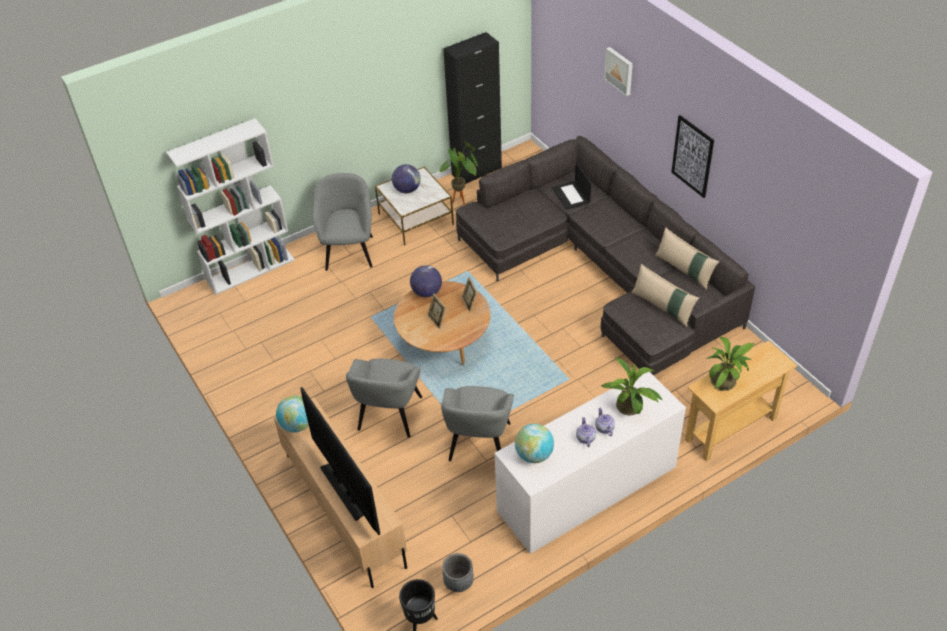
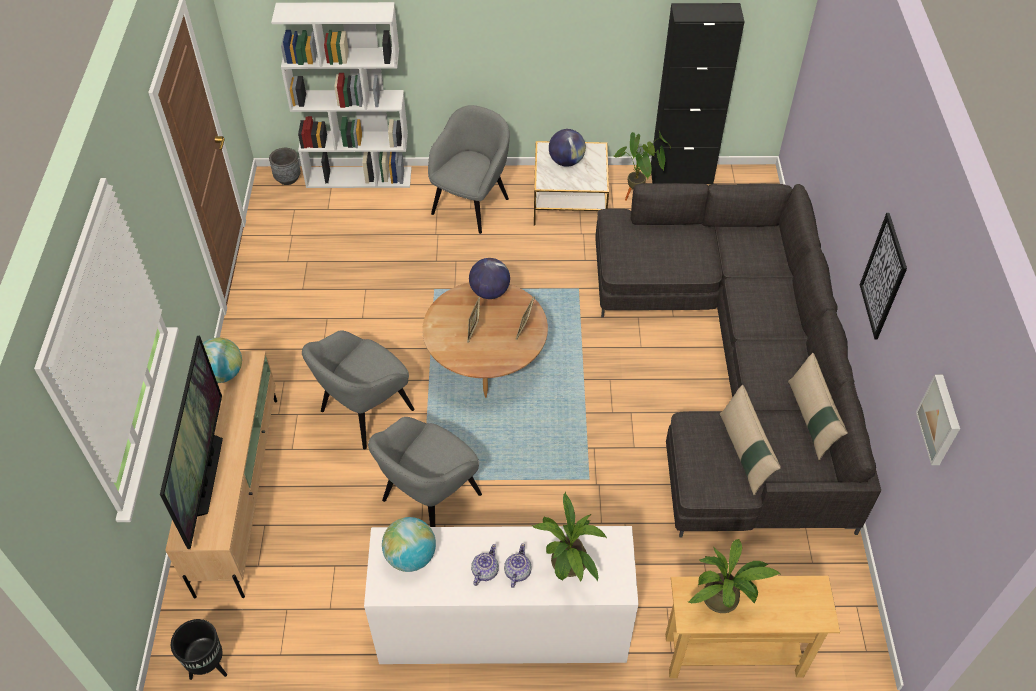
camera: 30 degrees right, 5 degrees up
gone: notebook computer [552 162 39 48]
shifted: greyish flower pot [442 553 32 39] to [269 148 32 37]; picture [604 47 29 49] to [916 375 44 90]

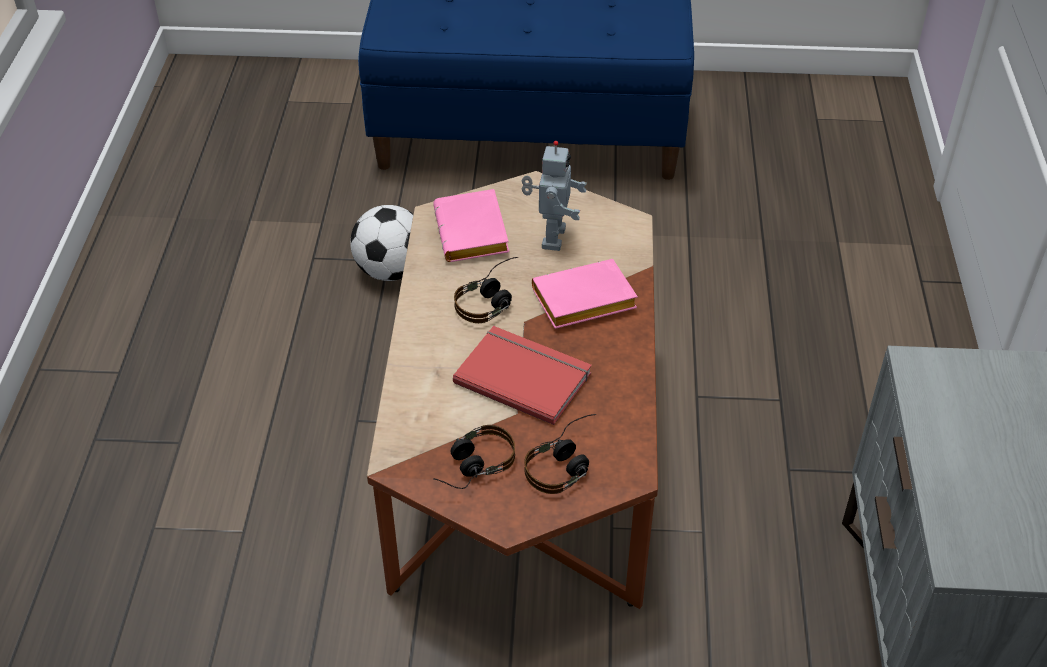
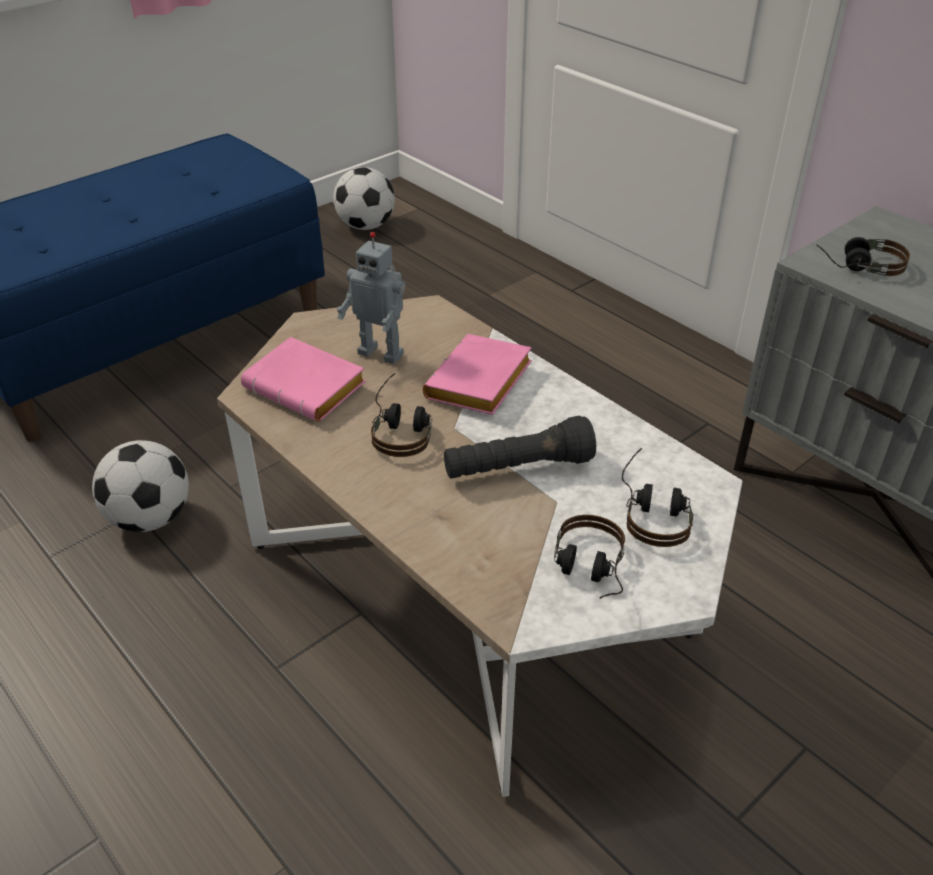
camera: 45 degrees left, 5 degrees down
new: football ball [333 167 62 63]; headset [816 237 94 39]
swapped: reddish volume [453 326 139 99] to blackish torch [444 415 152 64]
repainted: brownish lounge table [367 171 291 438] to white lounge table [217 295 526 502]
rotated: model robot [522 141 65 110] = [337 232 69 132] 150 degrees clockwise

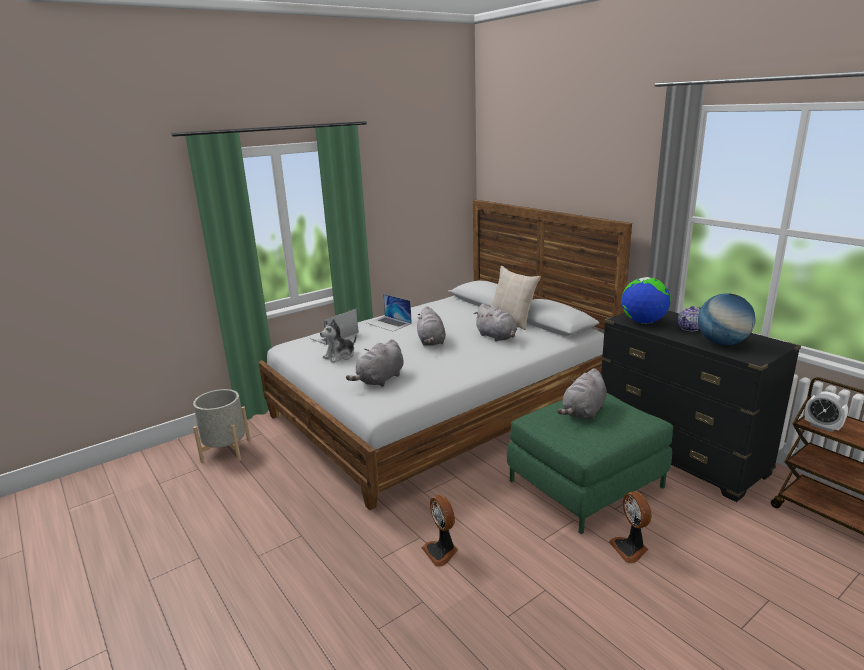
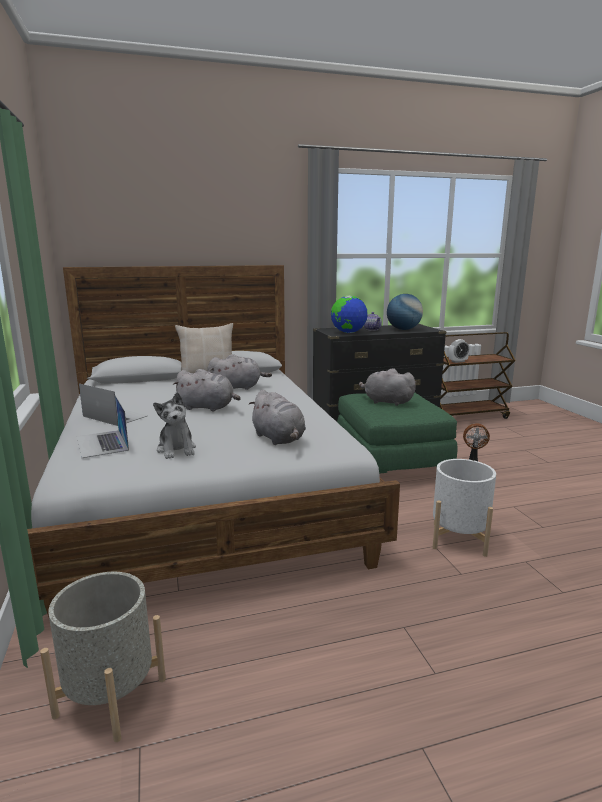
camera: 70 degrees left, 5 degrees down
swapped: electric fan [421 495 37 72] to white flower pot [433 459 63 98]
rotated: notebook computer [367 294 45 37] = [79 383 69 43] 120 degrees counterclockwise; greyish plush toy [557 368 50 52] = [359 368 57 38] 150 degrees clockwise

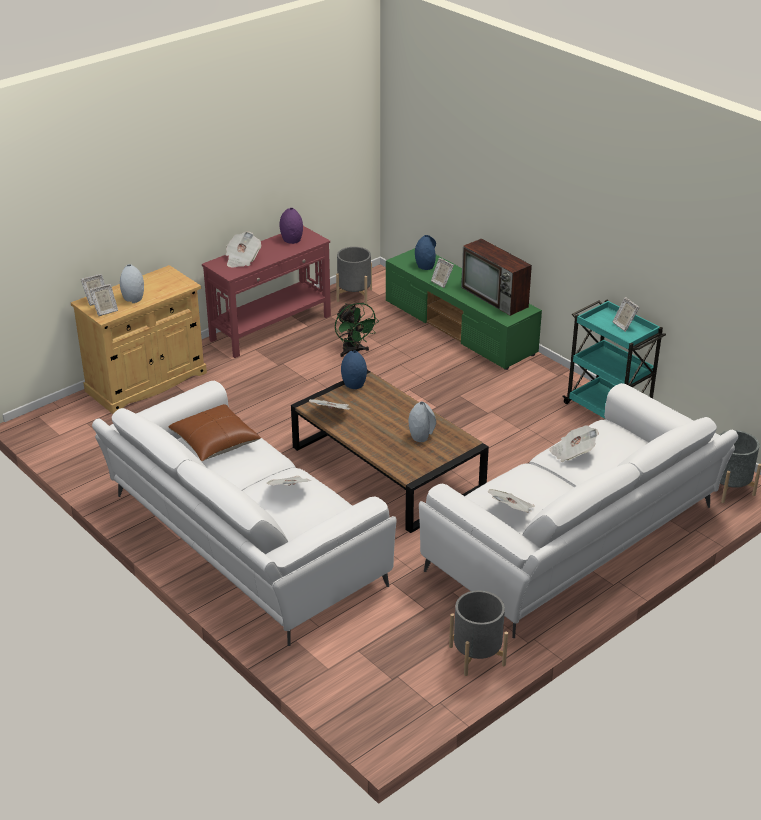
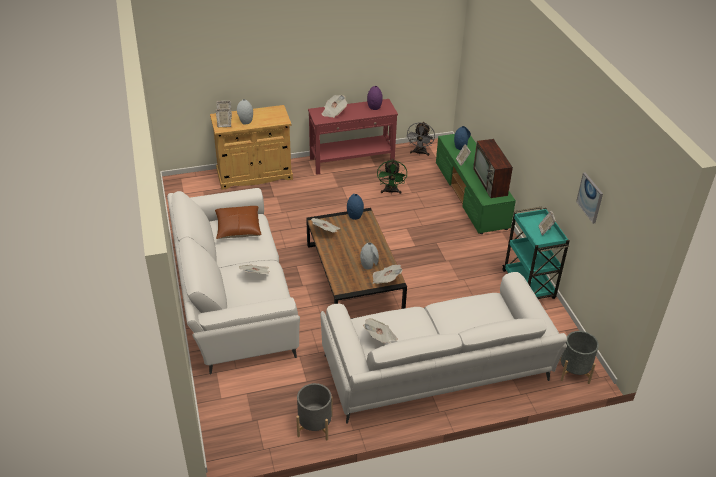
camera: 25 degrees right, 5 degrees up
new: picture [576 173 27 51]
shifted: printed paper [549 425 50 37] to [373 265 29 19]
swapped: greyish flower pot [336 247 36 57] to greyish electric fan [406 122 29 34]

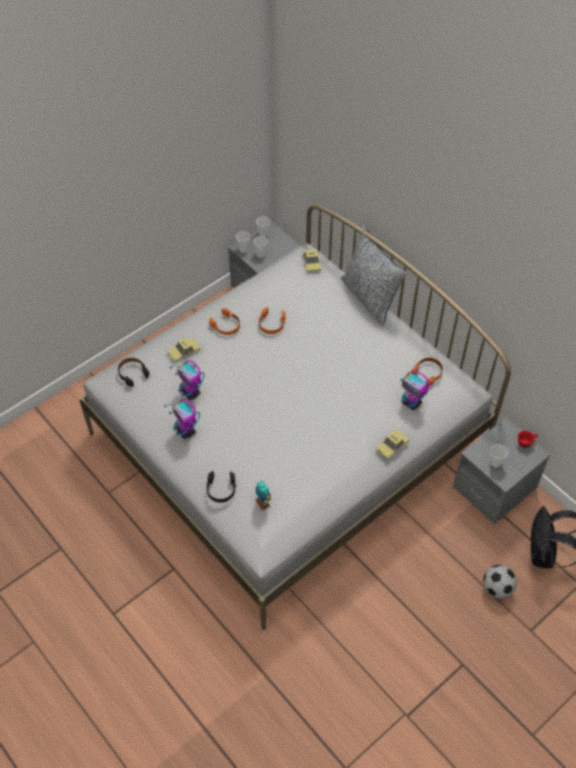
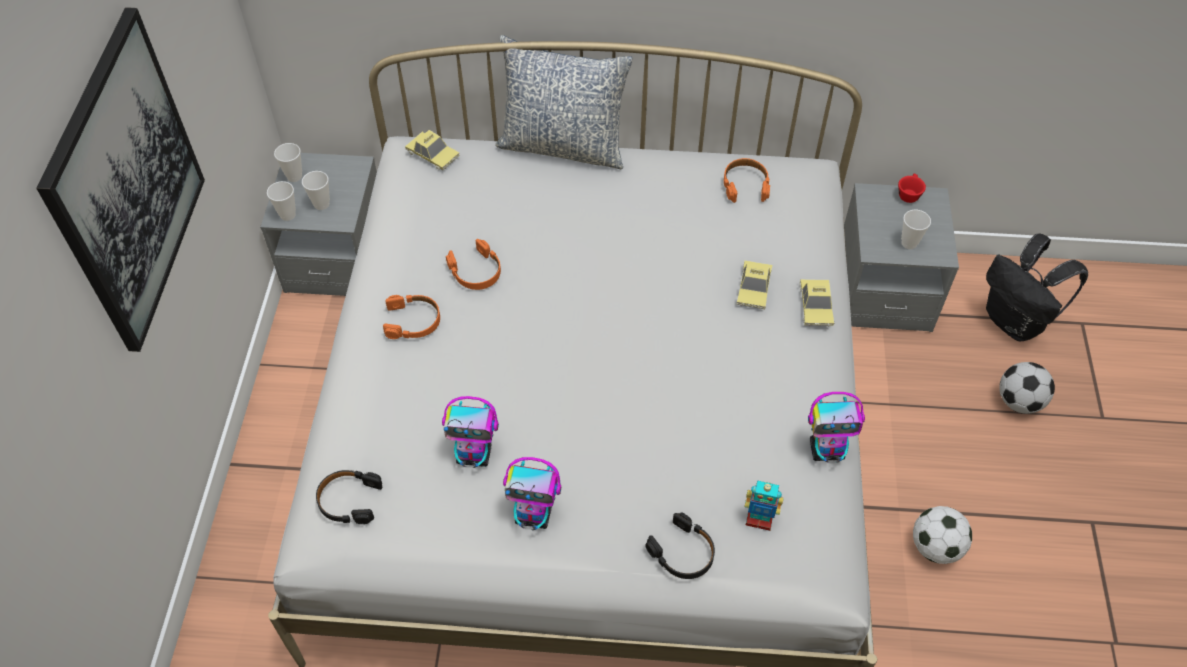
camera: 45 degrees left, 0 degrees up
new: picture [36 7 169 345]; football ball [913 506 59 58]
shifted: model car [167 338 33 24] to [737 260 35 49]; model robot [401 371 28 39] to [808 392 57 71]

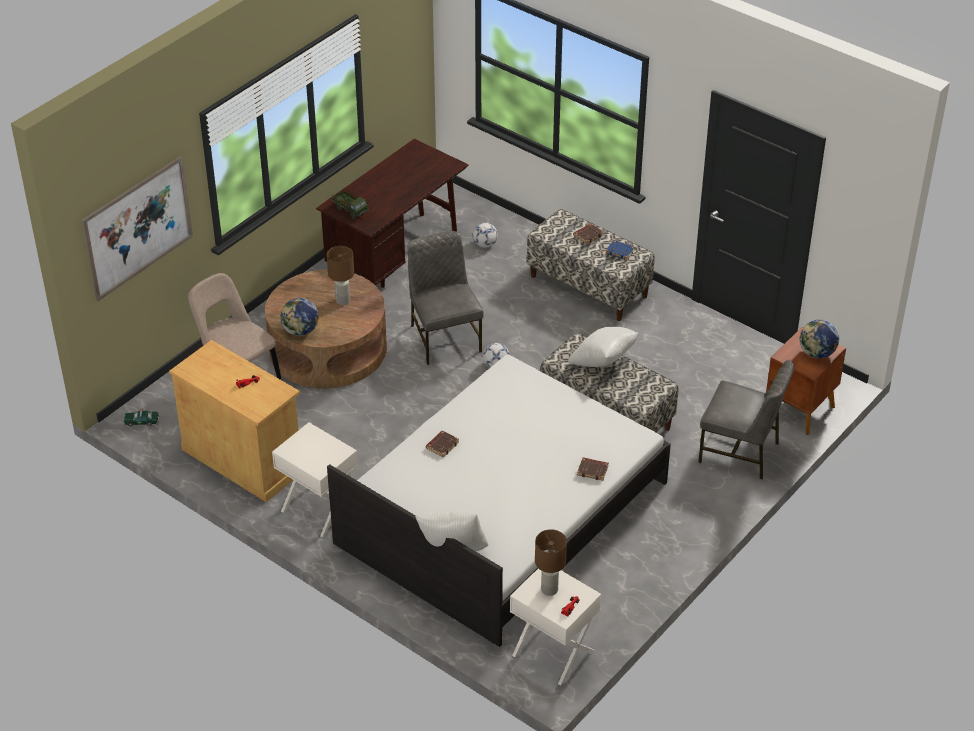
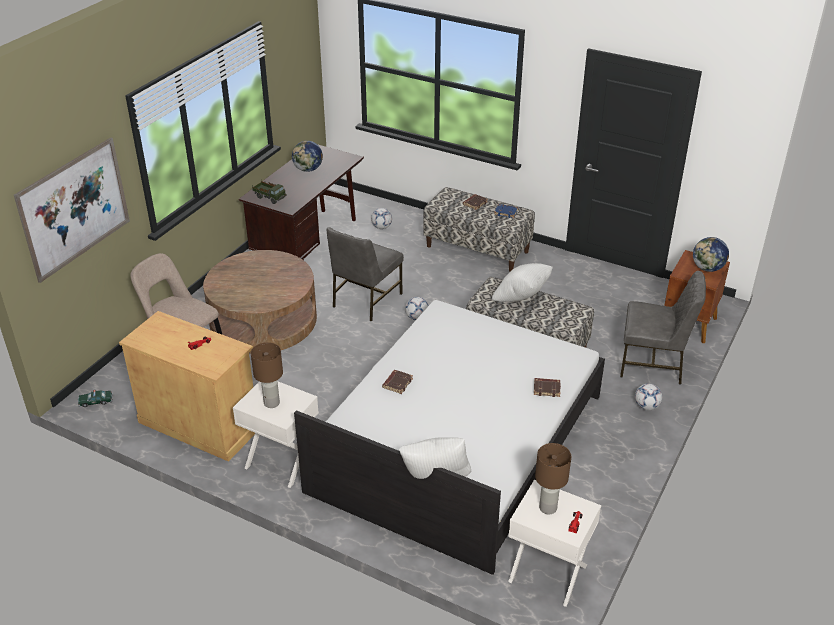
camera: 10 degrees left, 5 degrees down
new: football ball [635 383 27 27]
shifted: brownish table lamp [327 246 27 59] to [251 342 32 66]; world globe [281 298 37 38] to [292 141 31 31]
rotated: greyish upright chair [408 231 76 134] = [327 227 77 94] 120 degrees counterclockwise

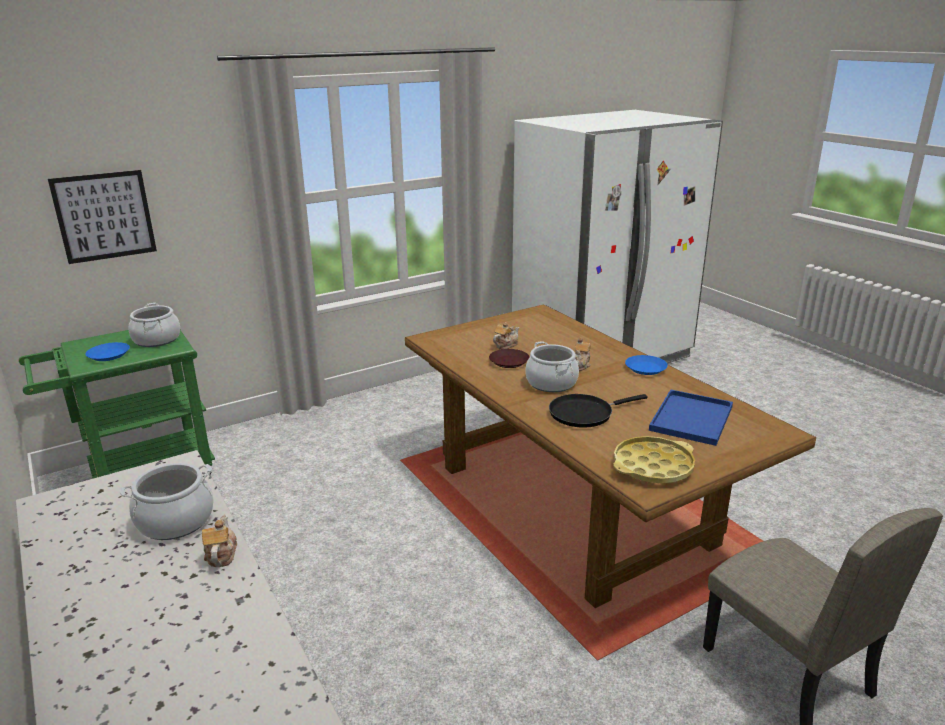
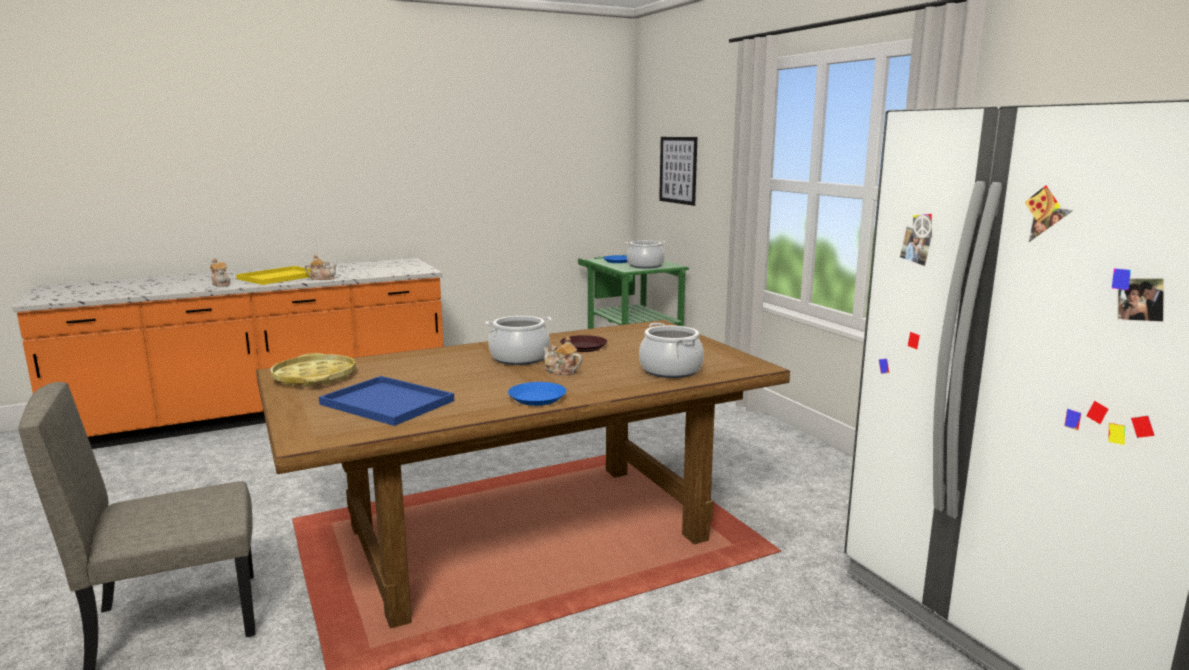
camera: 95 degrees right, 10 degrees down
gone: blackish frying pan [549 394 99 33]
new: yellow-coloured carrying tray [236 266 75 19]
shifted: teapot [493 322 26 27] to [210 258 21 29]; saucepot [120 463 94 77] to [639 323 65 55]

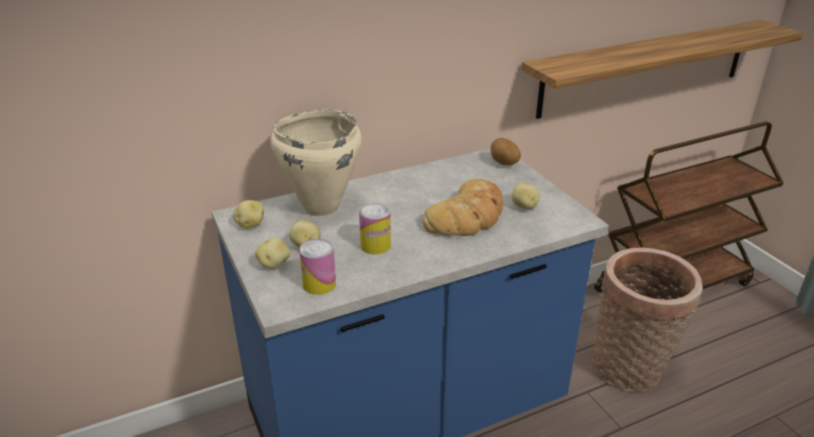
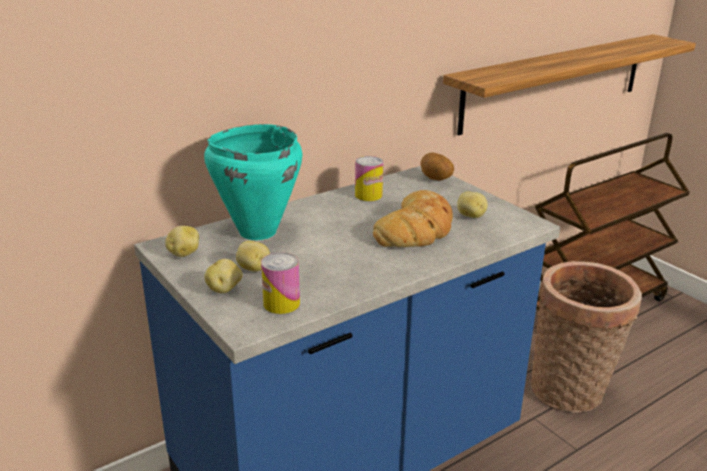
camera: 10 degrees left, 5 degrees down
shifted: metal can [359 203 32 51] to [355 156 28 45]
repainted: sand-coloured saucepot [271 110 91 107] to turquoise saucepot [204 124 98 116]

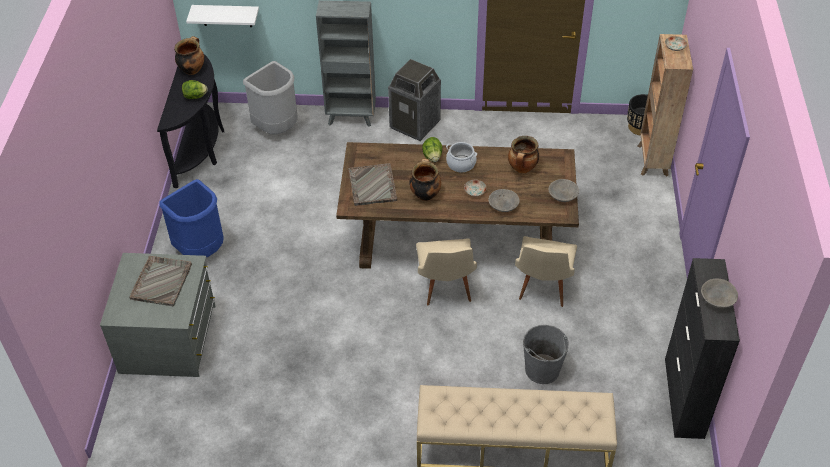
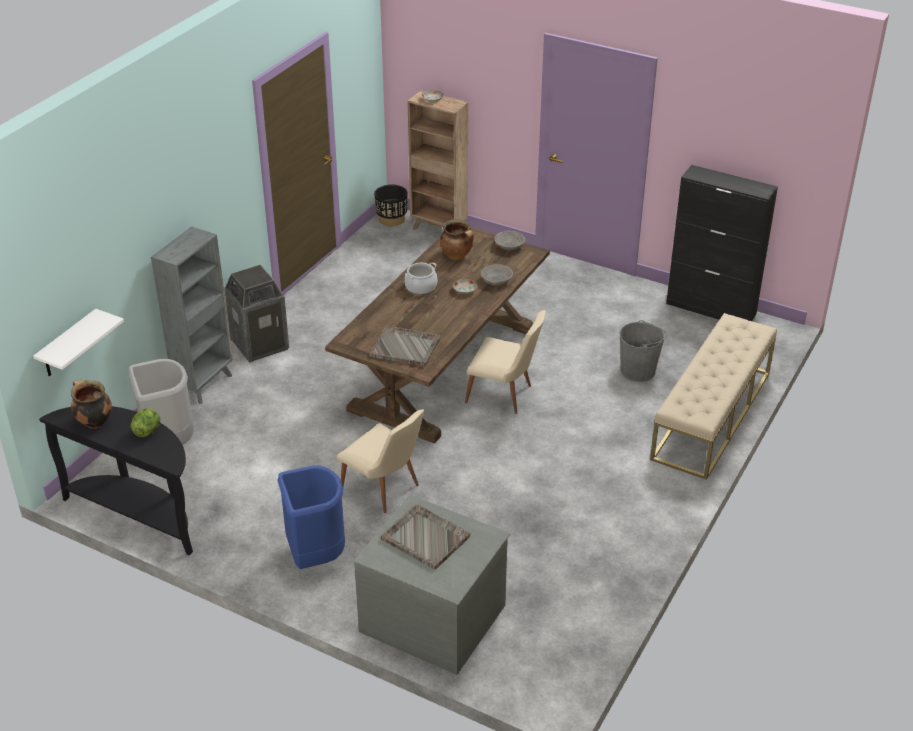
camera: 65 degrees left, 10 degrees down
gone: saucepot [409 159 32 42]; lettuce head [422 137 20 25]; greyish deep dish [701 279 37 29]
shifted: sand-coloured upright chair [515 236 62 71] to [337 409 88 104]

